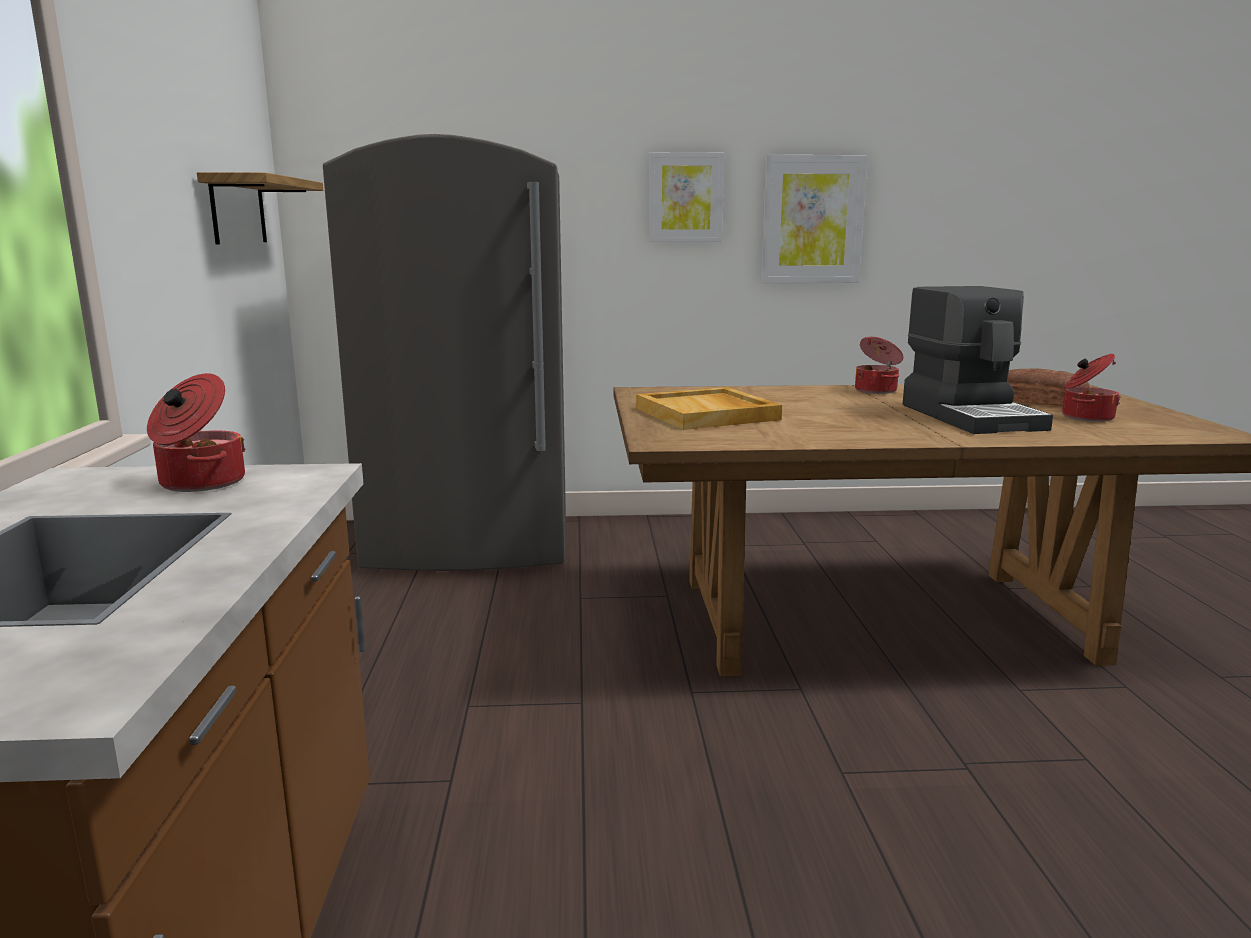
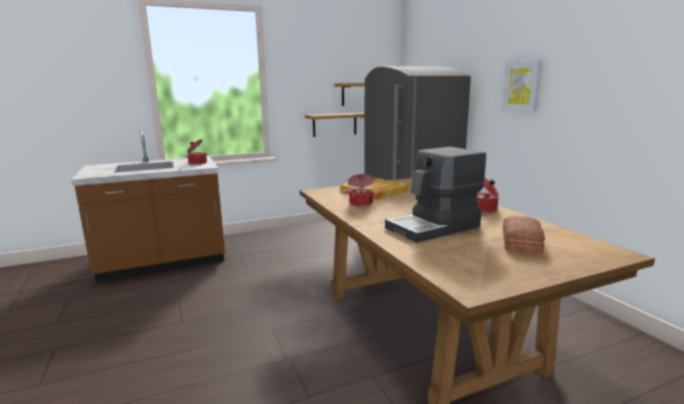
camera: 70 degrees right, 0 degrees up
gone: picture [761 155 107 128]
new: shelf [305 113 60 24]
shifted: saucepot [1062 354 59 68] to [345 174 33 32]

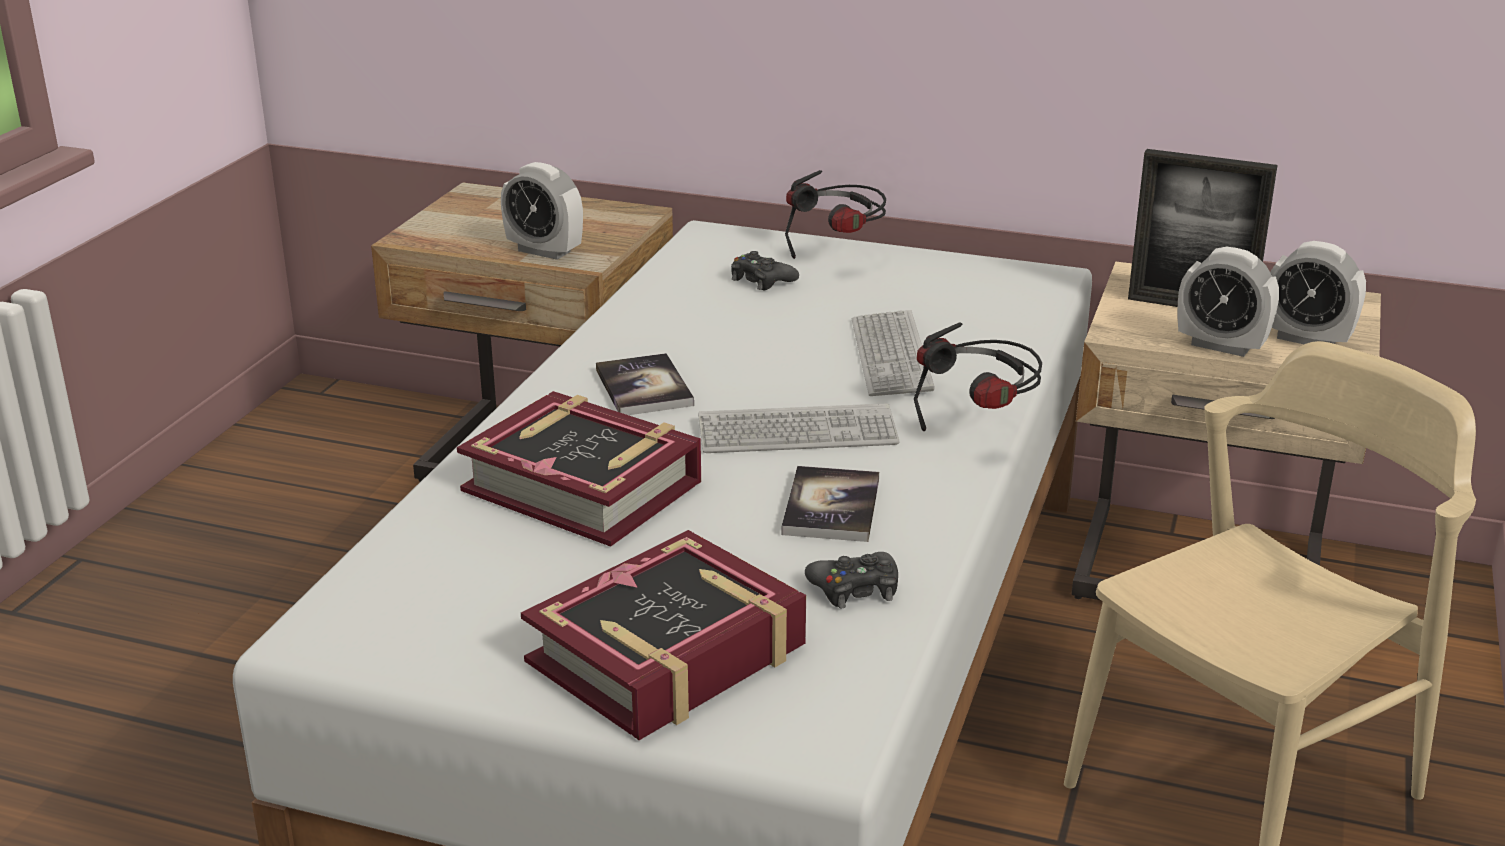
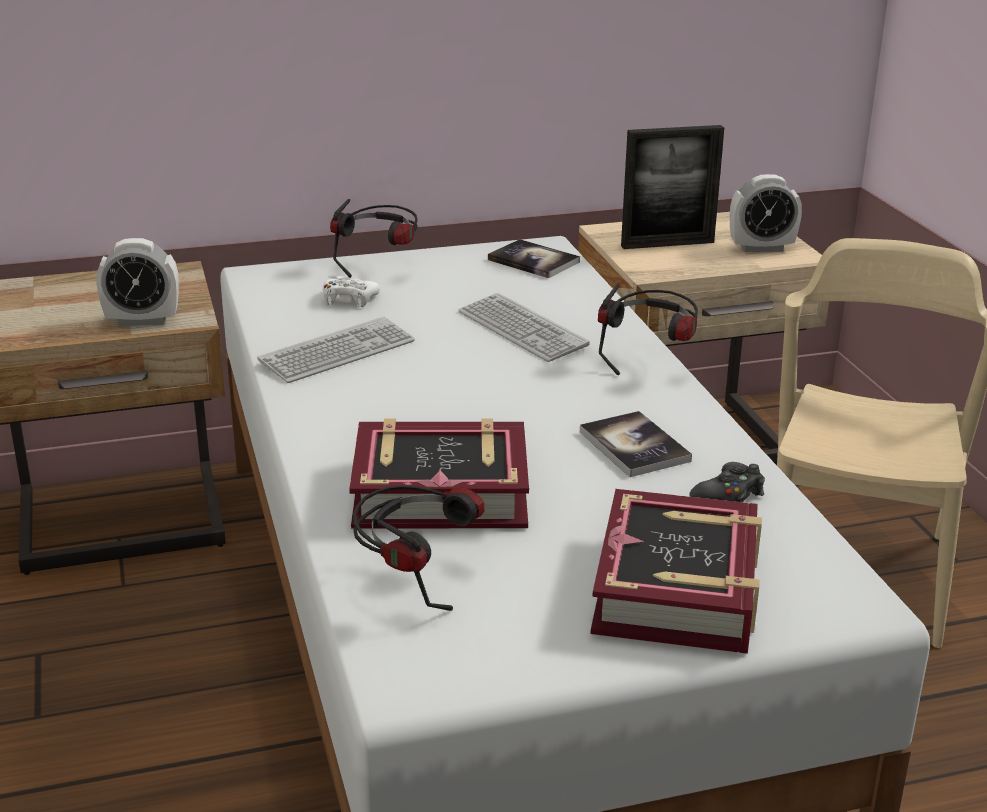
camera: 35 degrees left, 0 degrees up
gone: bedside clock [1177 247 102 110]
new: headset [353 485 132 126]
shifted: PC keyboard [698 403 201 50] to [257 317 158 66]; volume [596 353 98 62] to [488 239 92 39]
repainted: blackish gamepad [731 251 68 40] to white gamepad [323 276 57 31]

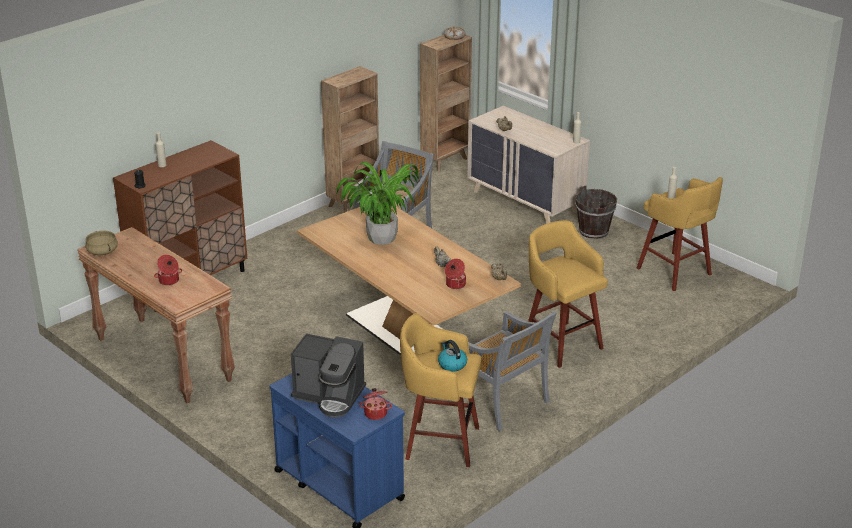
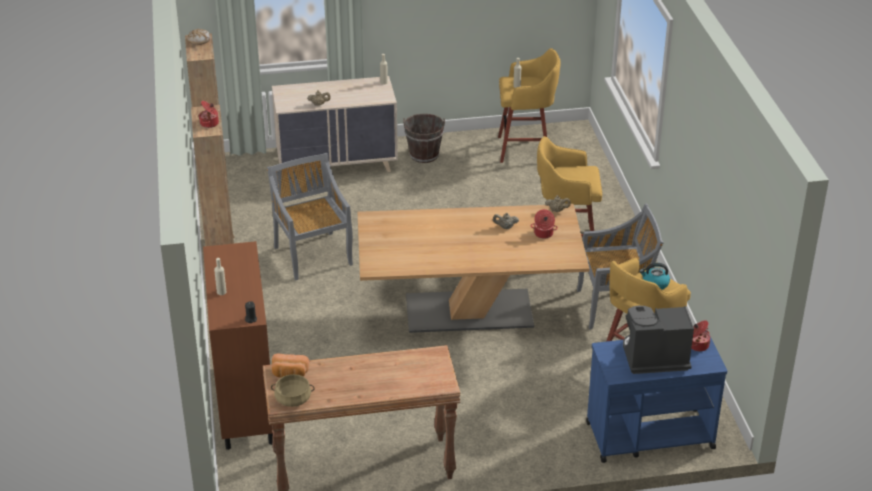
camera: 55 degrees left, 5 degrees up
gone: houseplant [336 162 83 83]
new: bakery bread [272 354 37 23]
shifted: saucepot [154 255 28 30] to [199 101 20 27]
rotated: coffee machine [291 333 75 85] = [623 306 71 68] 150 degrees counterclockwise

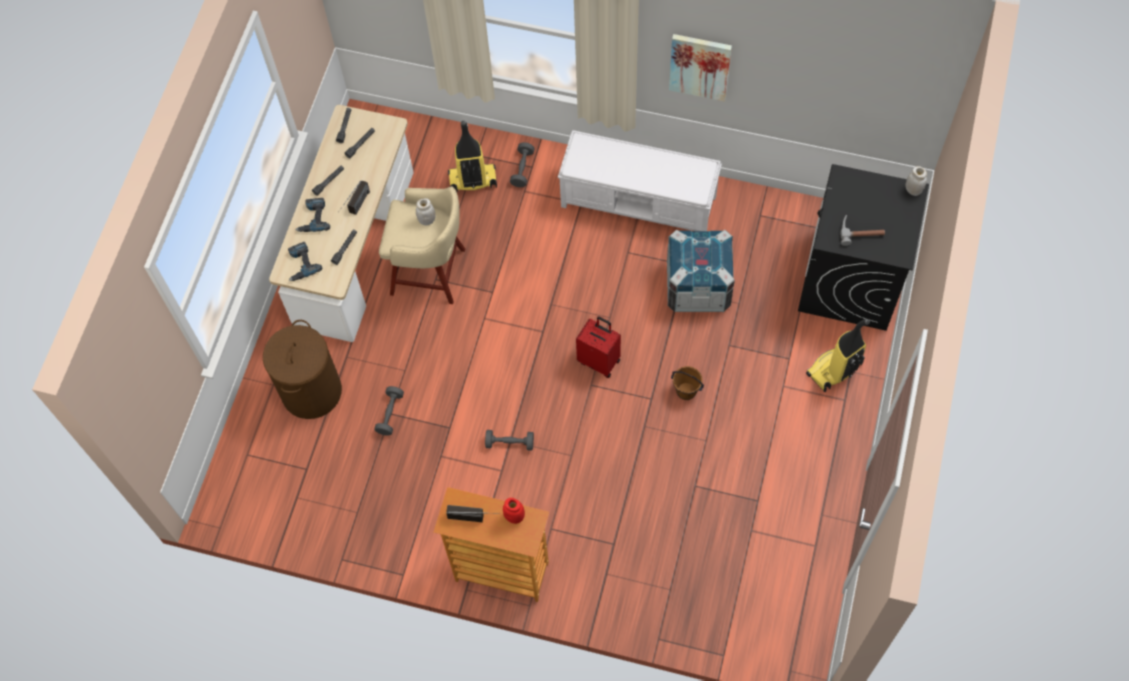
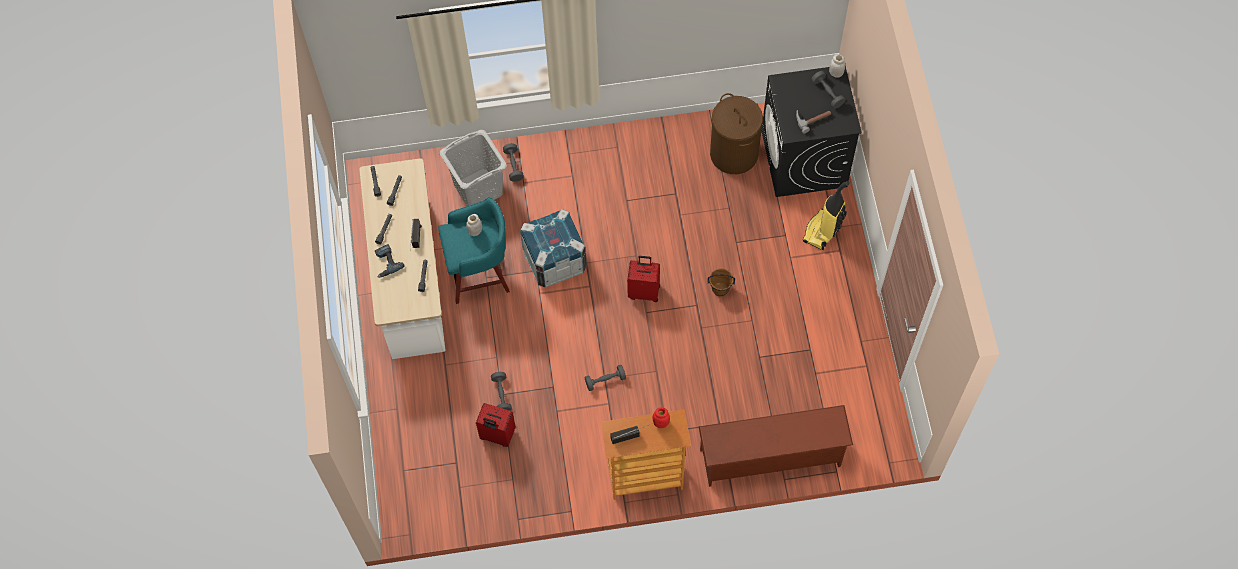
camera: 25 degrees left, 0 degrees up
gone: drill [288 242 34 39]; white bench [558 130 164 101]; picture [669 34 63 67]
new: reddish piece of luggage [476 403 40 44]; brownish shoe stand [699 405 154 82]; greyish dumbbell [811 71 34 38]
shifted: shipping crate [667 230 68 82] to [520 209 67 79]; brownish laundry basket [263 320 79 99] to [710 93 53 81]
swapped: vacuum [448 121 49 72] to greyish laundry basket [440 130 67 76]
repainted: sand-coloured stool [379 186 86 118] to turquoise stool [438 197 72 107]

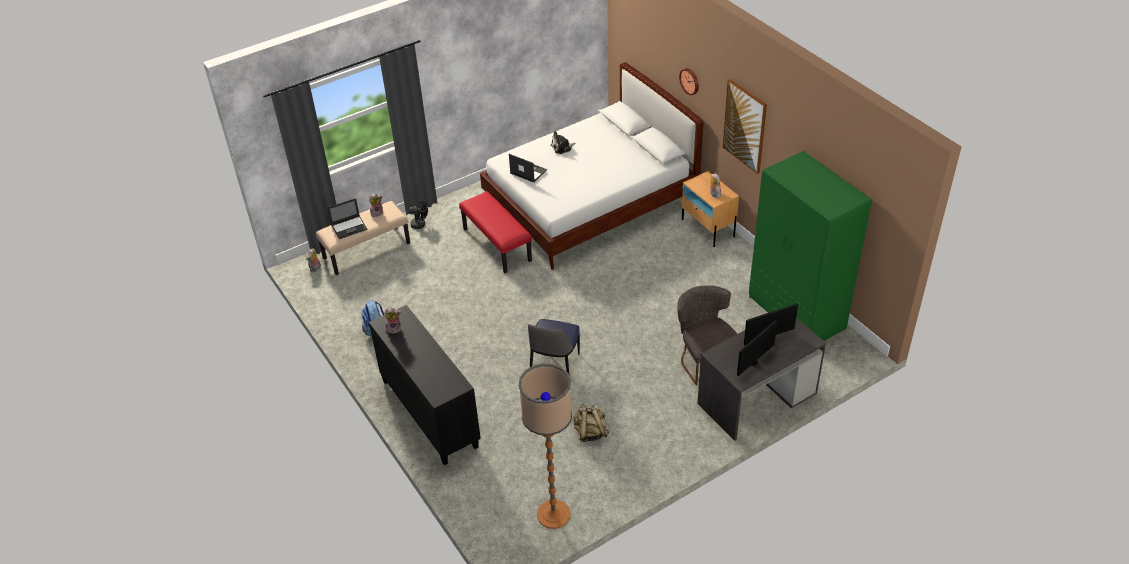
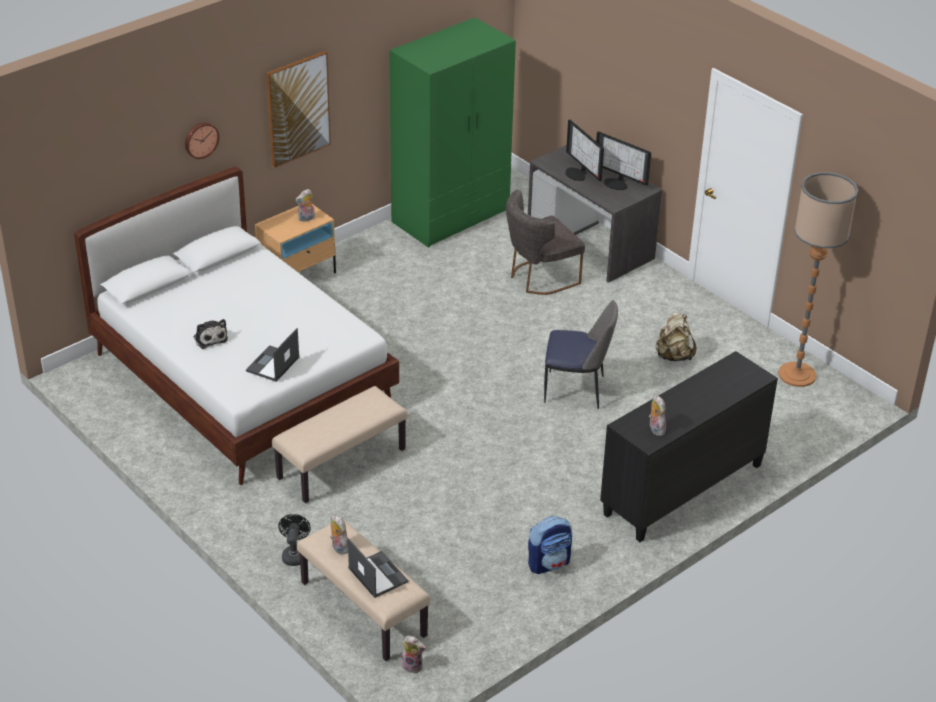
camera: 100 degrees left, 5 degrees down
repainted: reddish bench [459 191 73 82] to sand-coloured bench [272 386 136 117]

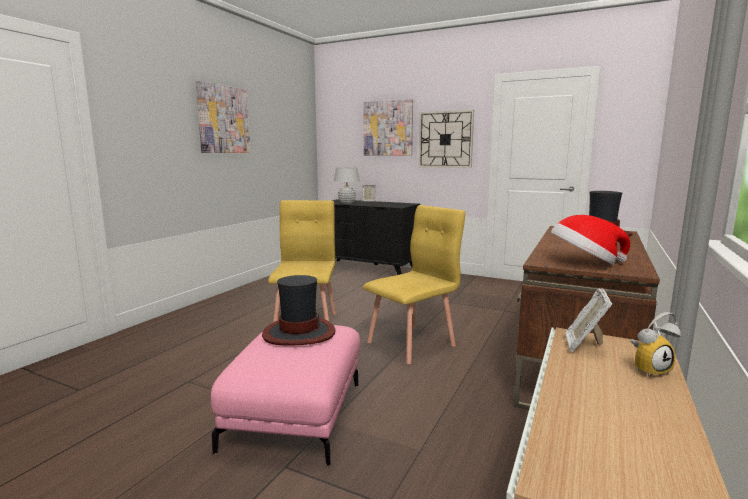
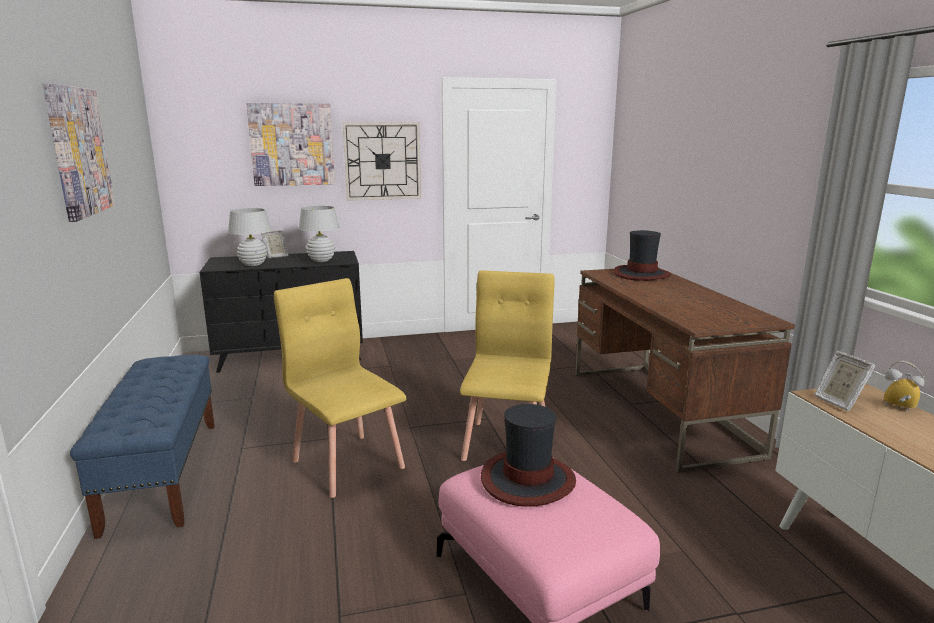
camera: 40 degrees left, 5 degrees up
gone: clothing hat [551 215 79 50]
new: blue bench [70 355 145 184]; white table lamp [299 206 41 56]
rotated: bedside clock [630 312 51 66] = [884 361 41 51] 90 degrees counterclockwise

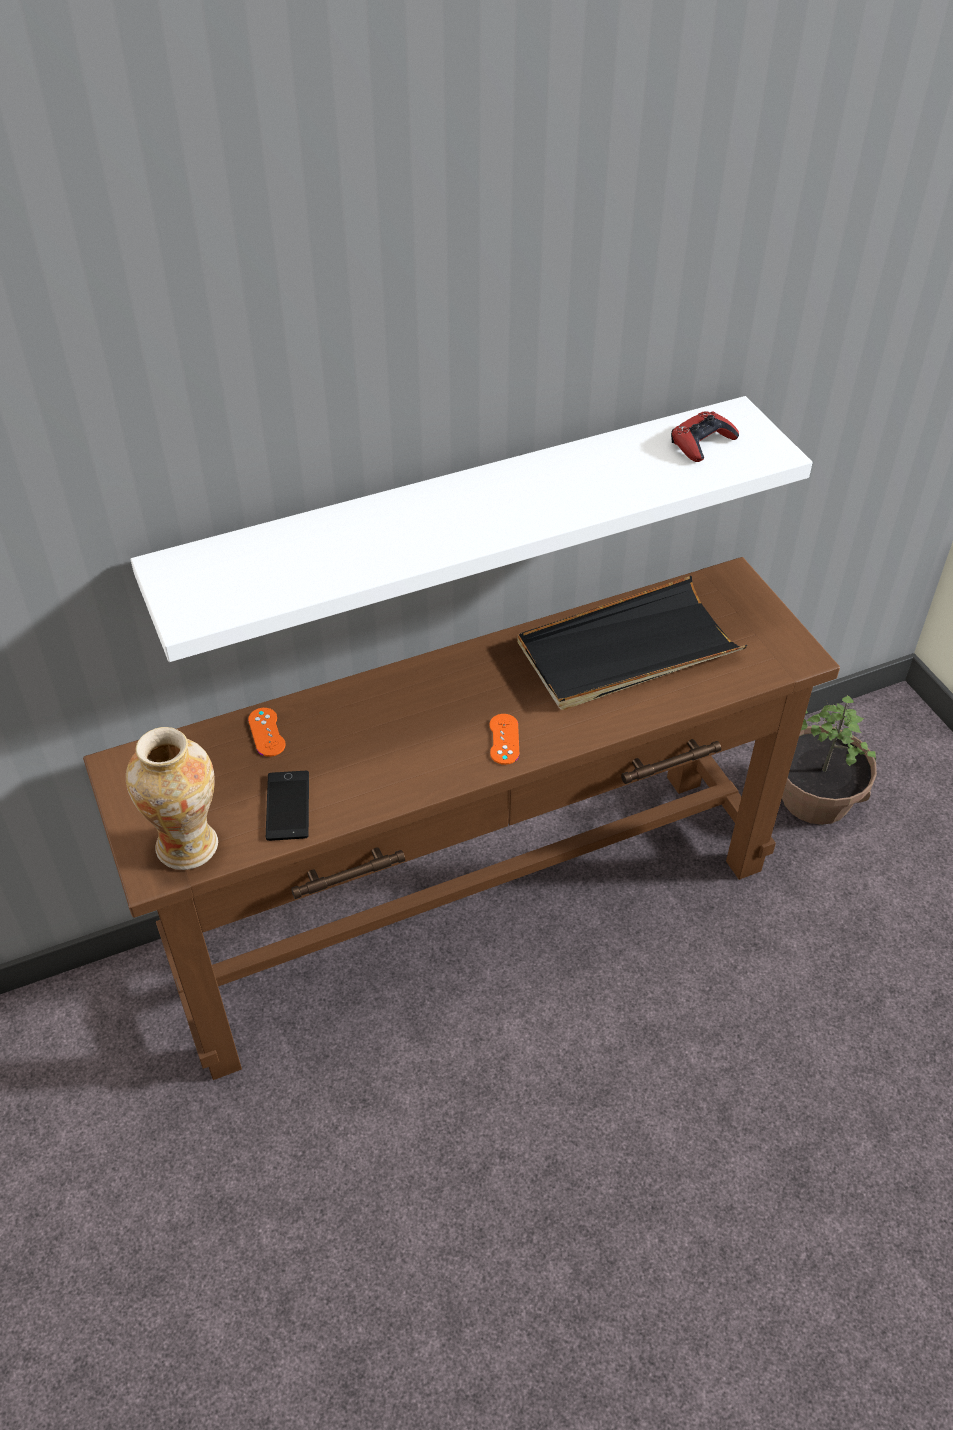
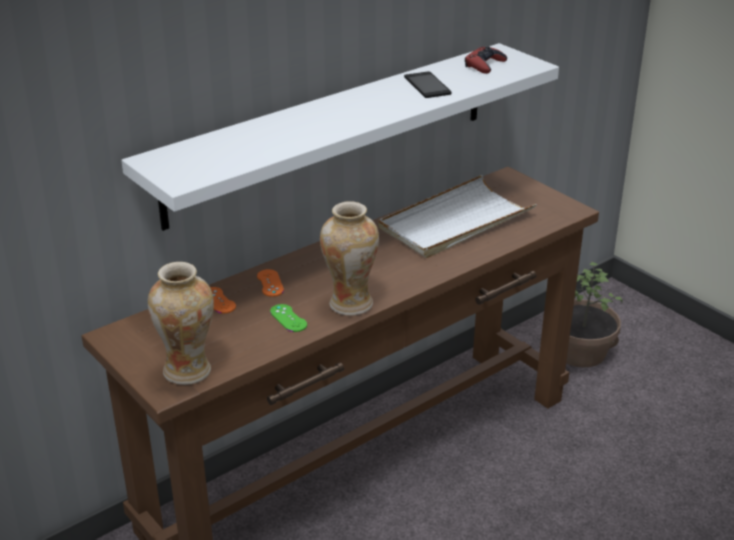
camera: 15 degrees left, 15 degrees down
new: green gamepad [270 304 37 28]; decorative vase [320 201 59 115]
shifted: orange-coloured gamepad [489 714 31 51] to [257 269 27 28]; handset [266 771 43 70] to [404 71 48 27]
repainted: blackish carrying tray [517 576 230 134] to white carrying tray [378 175 159 83]

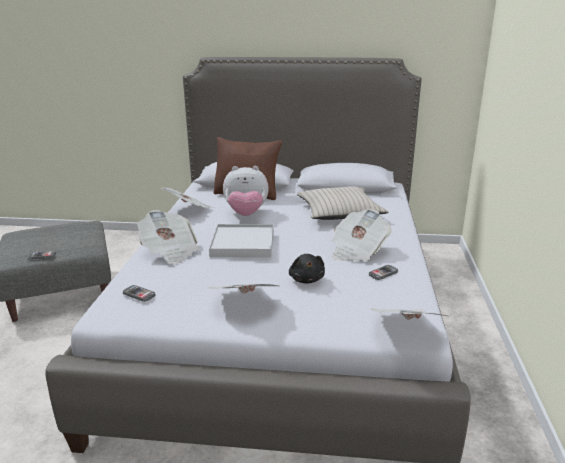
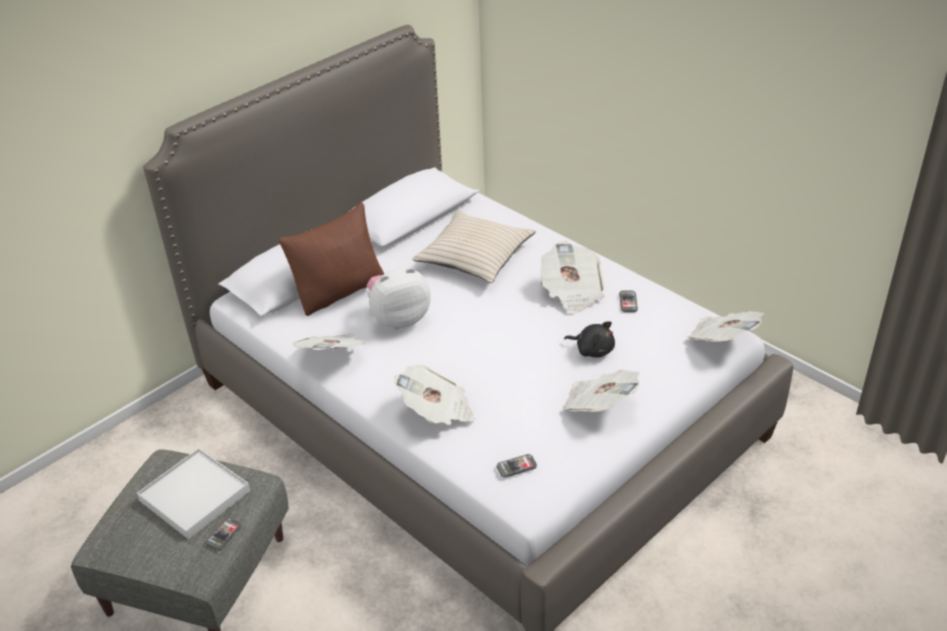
camera: 50 degrees left, 15 degrees up
shifted: white carrying tray [209 224 65 34] to [137 448 113 91]
rotated: plush toy [223 166 46 50] = [366 267 65 63] 150 degrees counterclockwise

